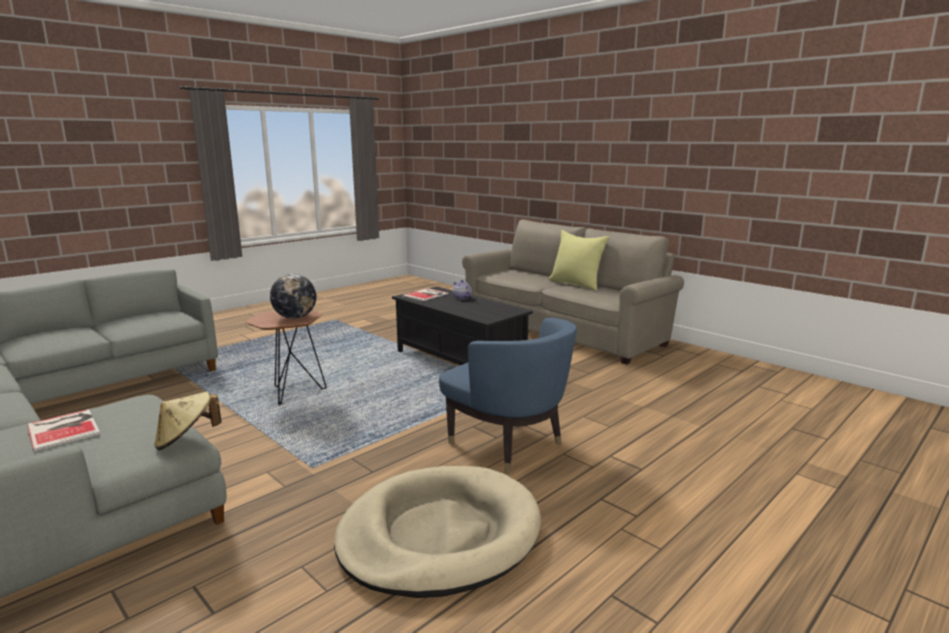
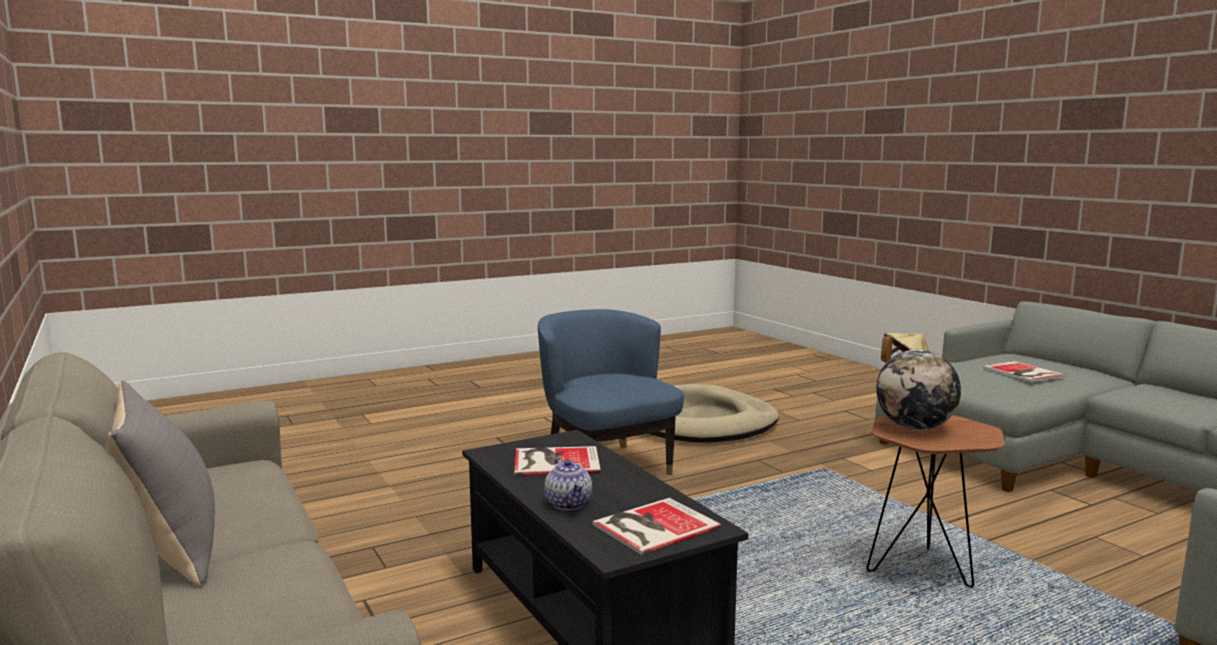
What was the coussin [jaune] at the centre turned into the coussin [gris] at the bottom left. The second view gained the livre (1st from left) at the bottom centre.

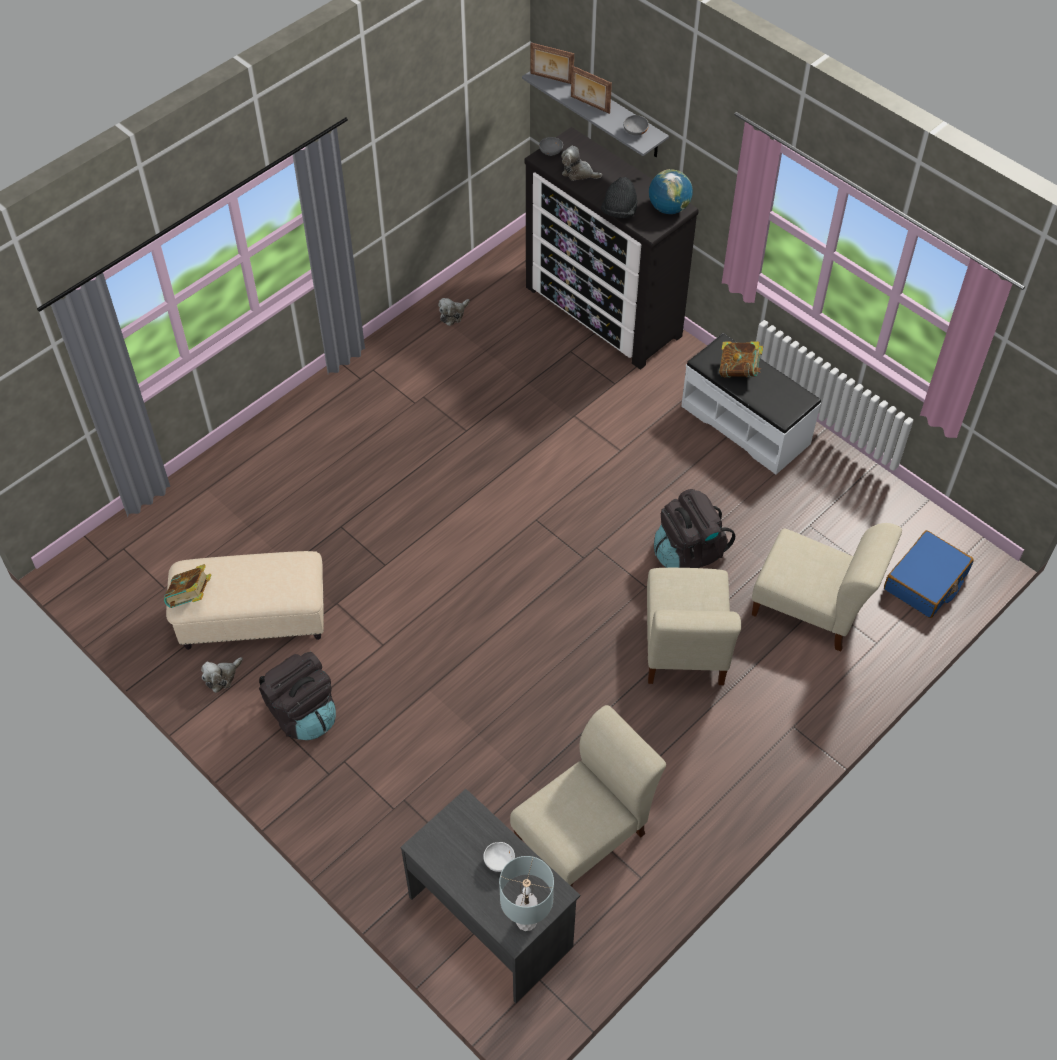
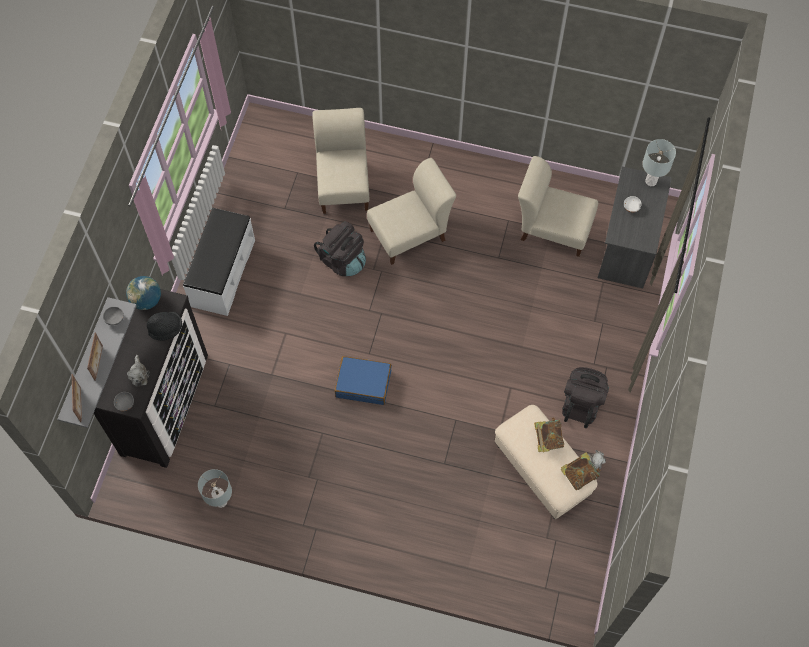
Where the peluche (2nd from left) stood at the top centre, the lampe de table [gris] (1st from left) came to stand at the bottom left. The livre (2nd from left in the first image) ended up elsewhere, having gone from the middle right to the bottom right. The valise [bleu] ended up elsewhere, having gone from the middle right to the centre.

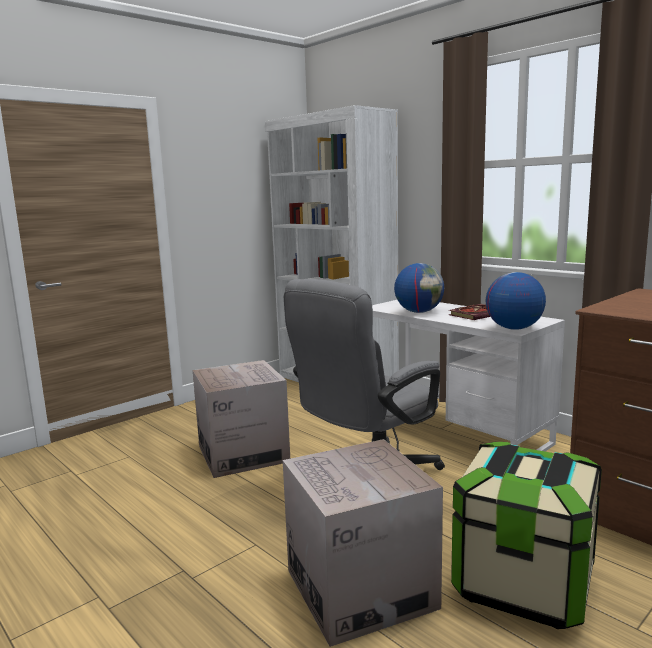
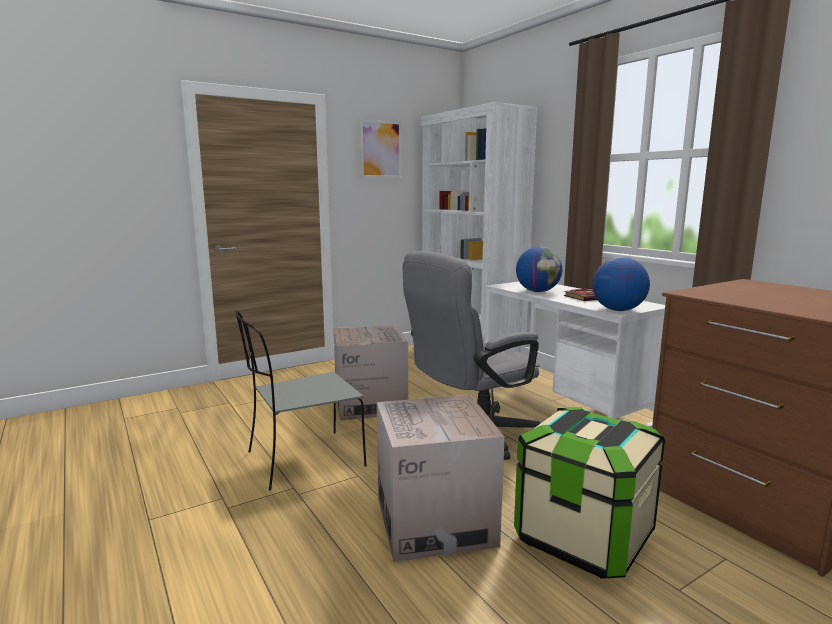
The second view gained the chaise [gris] at the centre. The second view gained the tableau at the top centre.

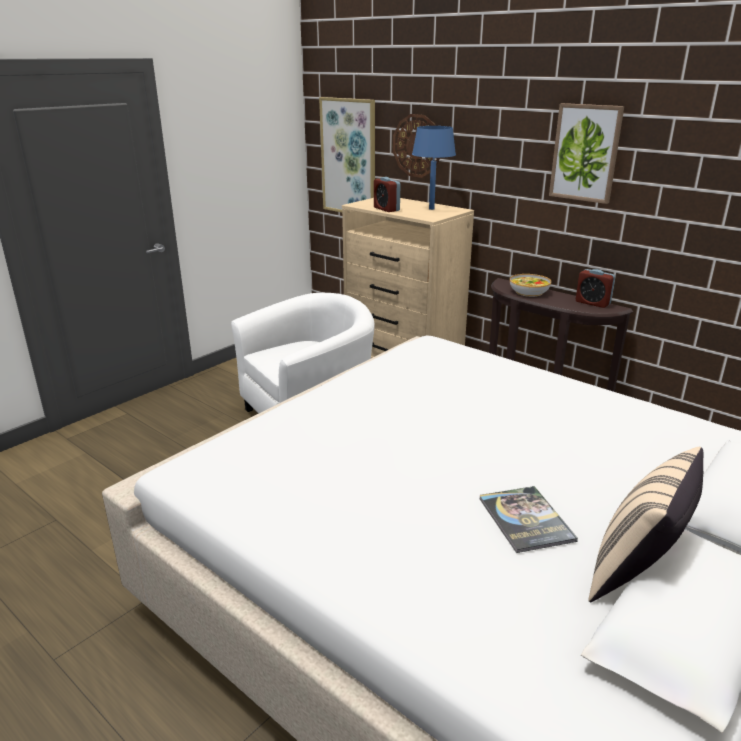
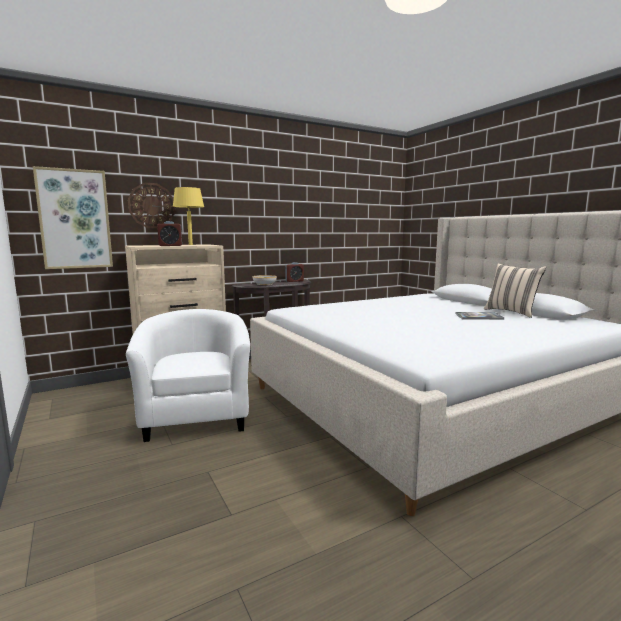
What was the lampe de table [bleu] at the top centre turned into the lampe de table [jaune] at the middle left. The second view lost the tableau (2nd from left) at the top right.

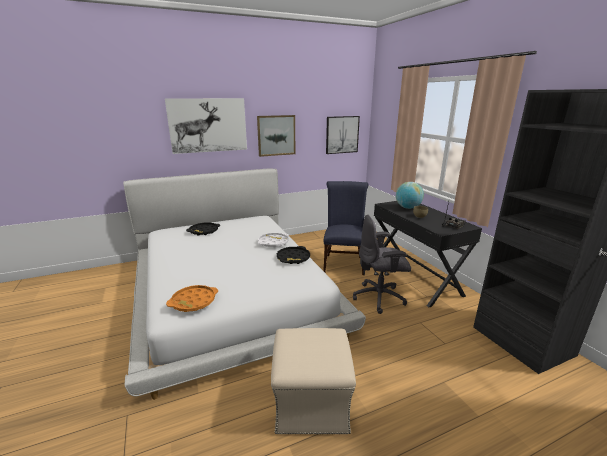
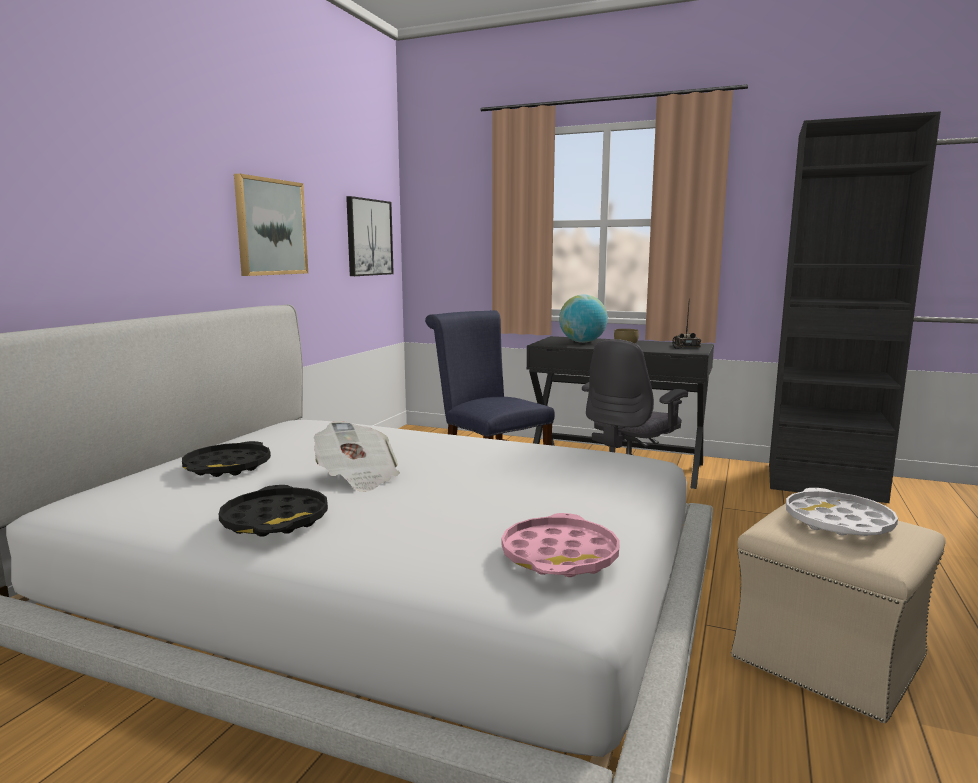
The second view lost the tableau (1st from left) at the top centre. What was the plateau [orange] at the middle left turned into the plateau [rose] at the bottom centre. The plateau [blanc] ended up elsewhere, having gone from the centre to the middle right. The plateau [noir] (2nd from left) ended up elsewhere, having gone from the centre to the middle left. The second view gained the journal at the centre.

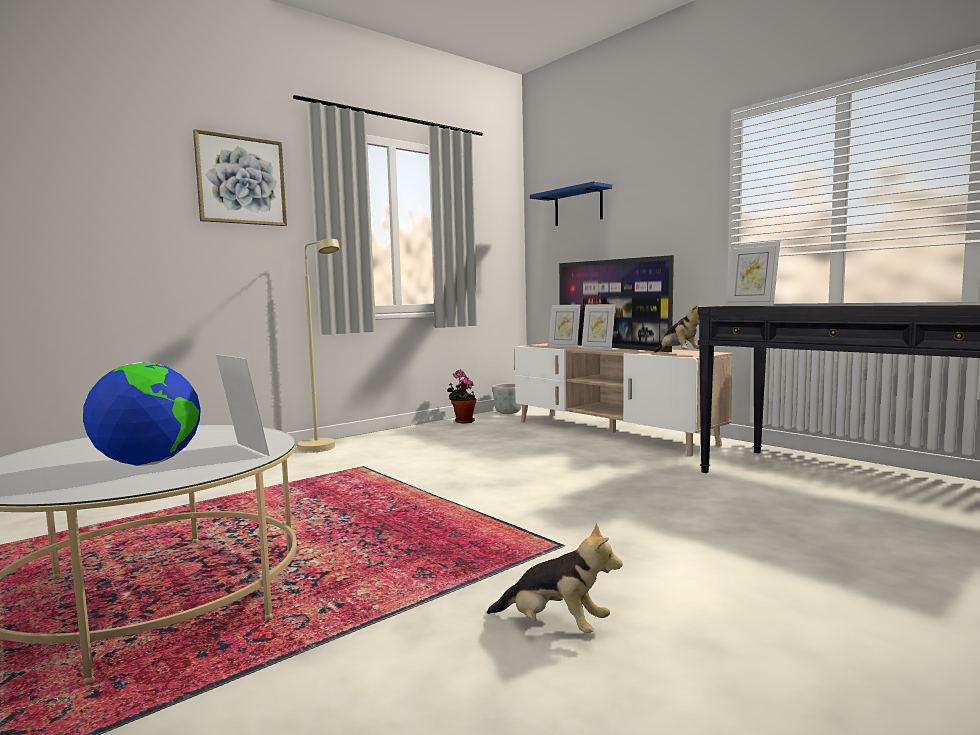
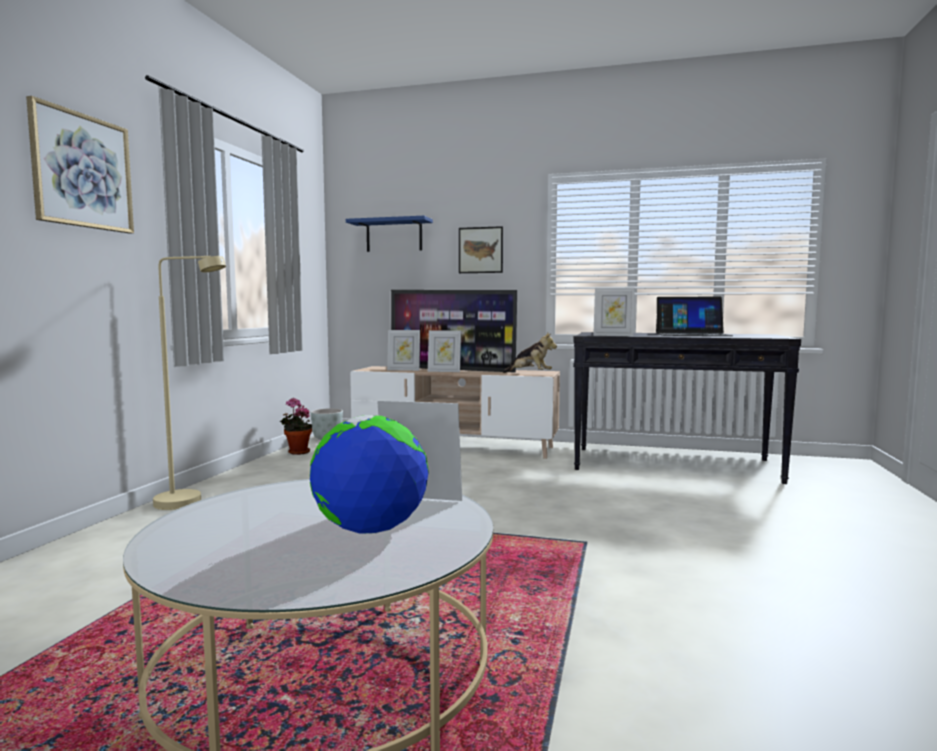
The second view lost the peluche (1st from left) at the bottom centre. The second view gained the tableau (2nd from left) at the top centre. The second view gained the ordinateur portable at the middle right.

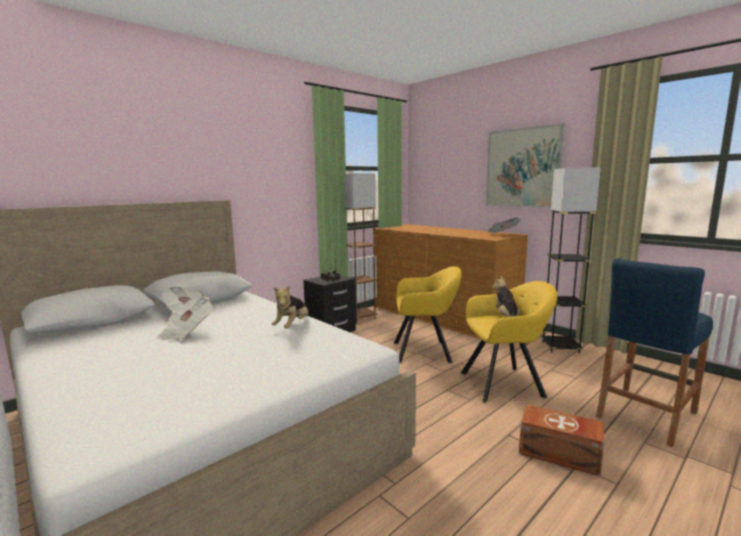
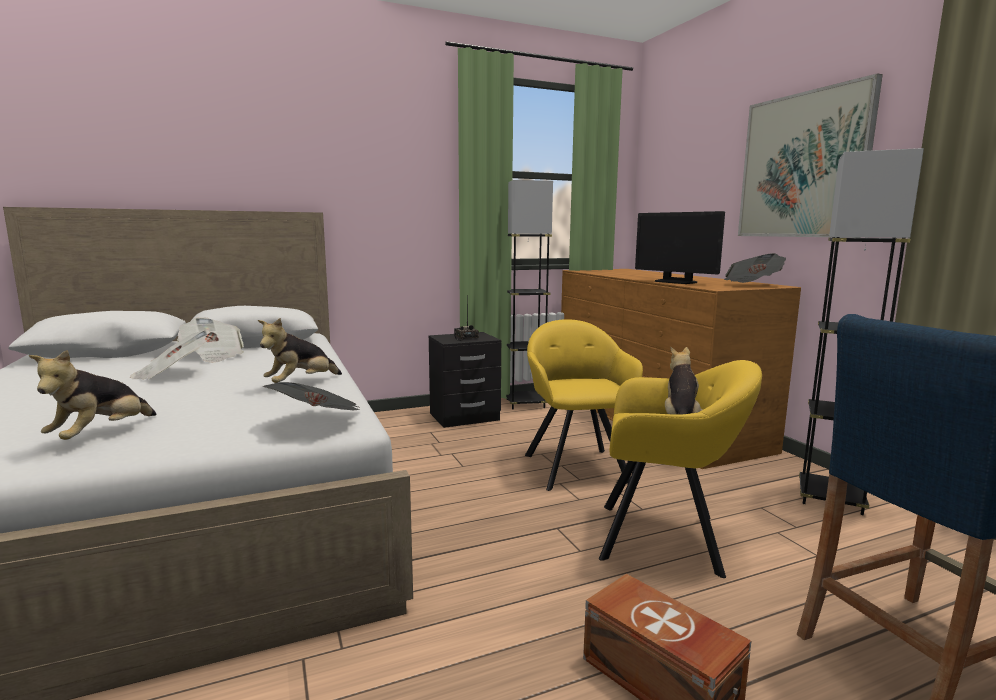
What was the lampadaire [marron] at the centre turned into the lampadaire [gris] (1st from left) at the centre. The fauteuil [jaune] (1st from left) at the centre ended up facing another way, 120 degrees counterclockwise from before. The second view gained the peluche (1st from left) at the middle left. The second view gained the journal (3rd from left) at the middle left. The second view gained the écran d'ordinateur at the middle right.

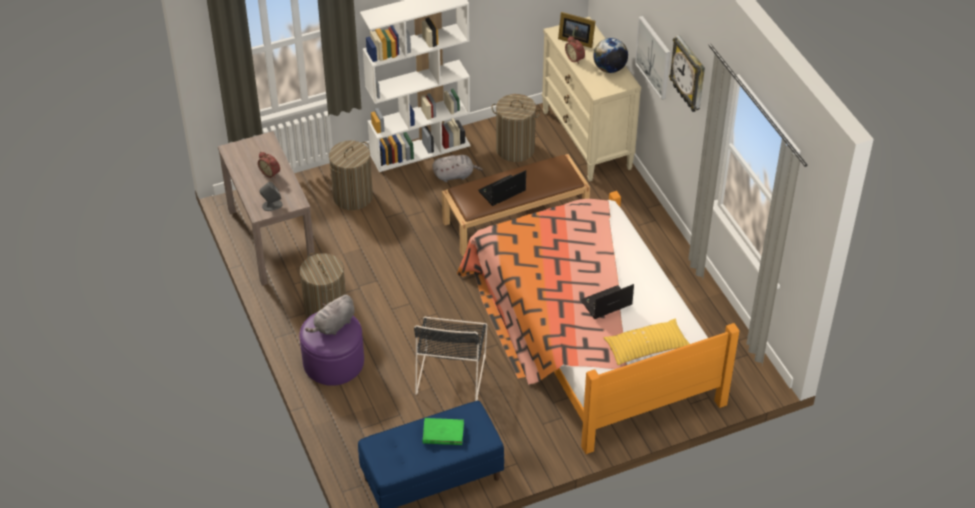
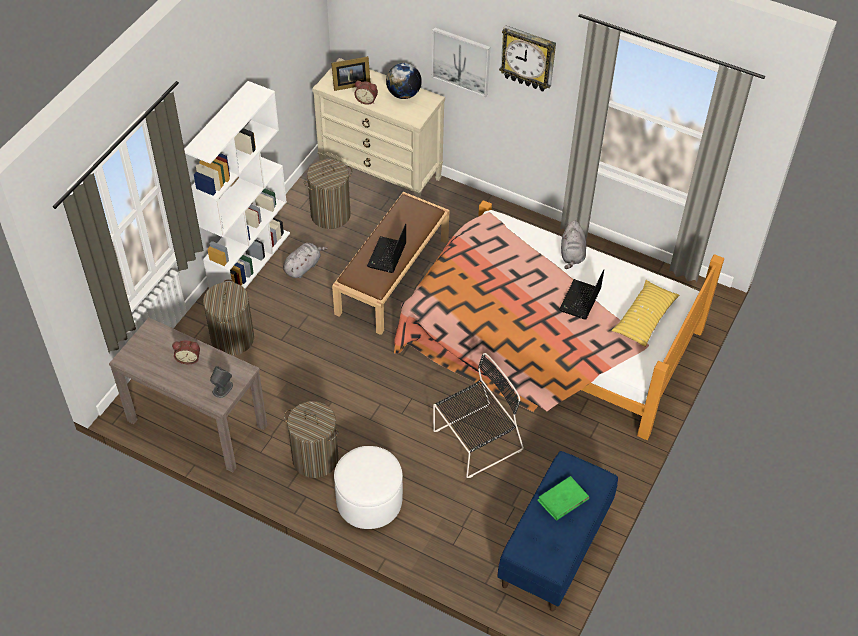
What was the pouf [violet] at the bottom centre turned into the pouf [blanc] at the bottom centre. The peluche [gris] (1st from left in the first image) ended up elsewhere, having gone from the centre to the middle right. The chaise [noir] at the bottom centre ended up facing another way, 90 degrees counterclockwise from before.

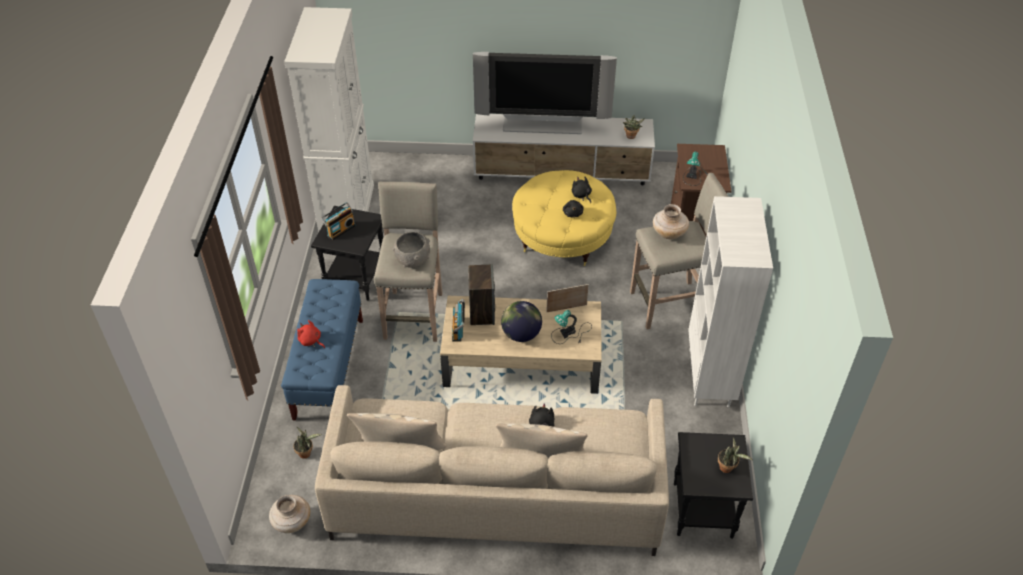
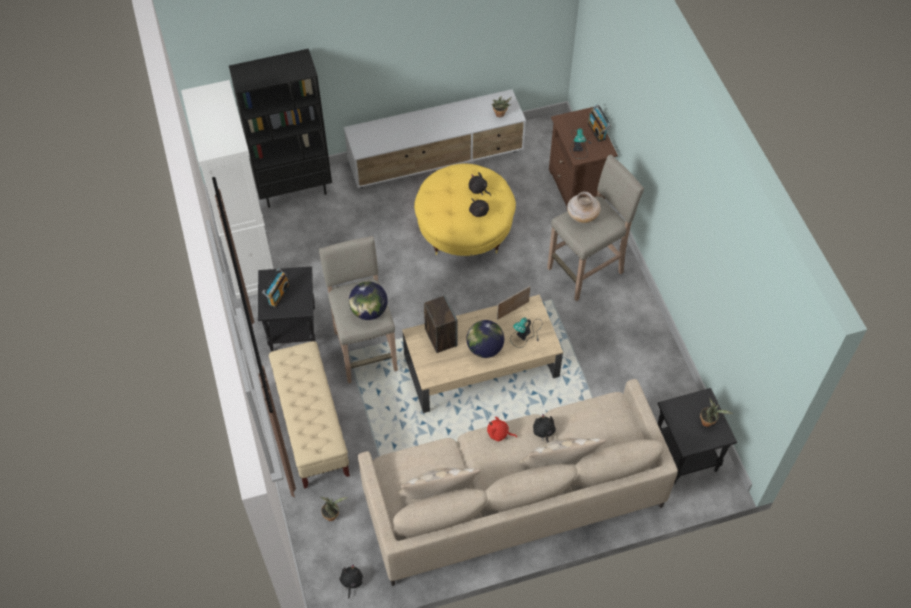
Where the vase [beige] (1st from left) stood at the bottom left, the peluche [noir] (1st from left) came to stand at the bottom centre. What was the banc [bleu] at the middle left turned into the banc [beige] at the bottom centre. The peluche [rouge] ended up elsewhere, having gone from the middle left to the bottom centre. Where the bol [gris] stood at the centre, the globe (1st from left) came to stand at the centre. The radio (2nd from left) ended up elsewhere, having gone from the centre to the top centre. The second view lost the téléviseur at the top centre. The second view lost the bibliothèque [blanc] at the middle right. The second view gained the bibliothèque [noir] at the top left.

